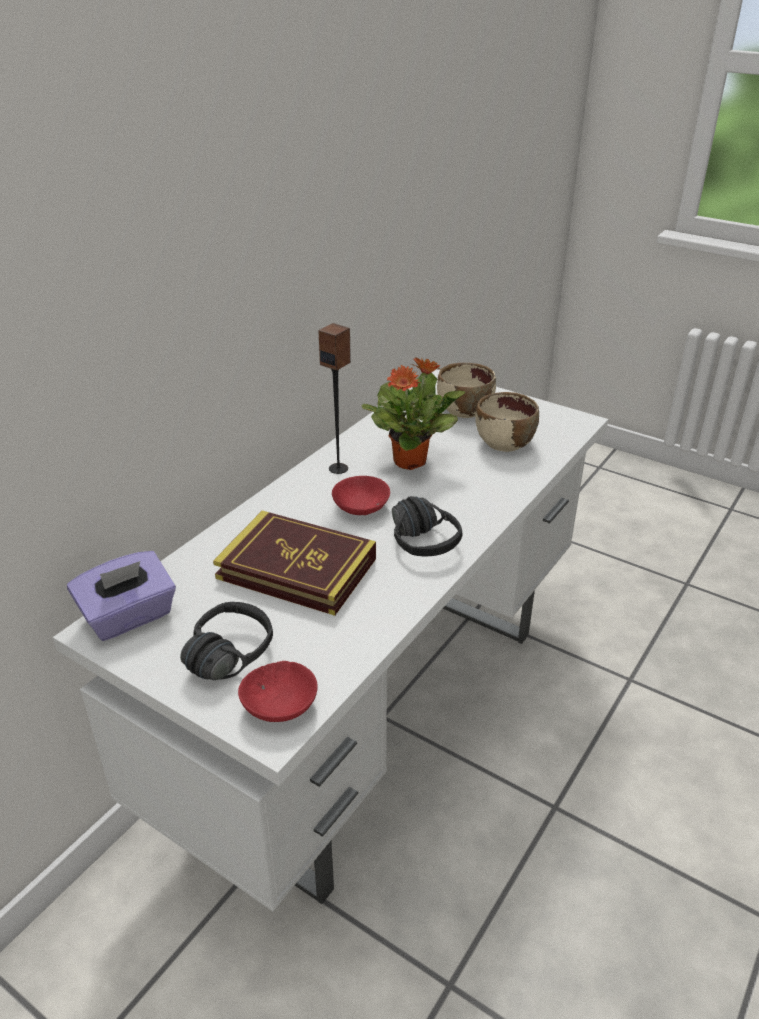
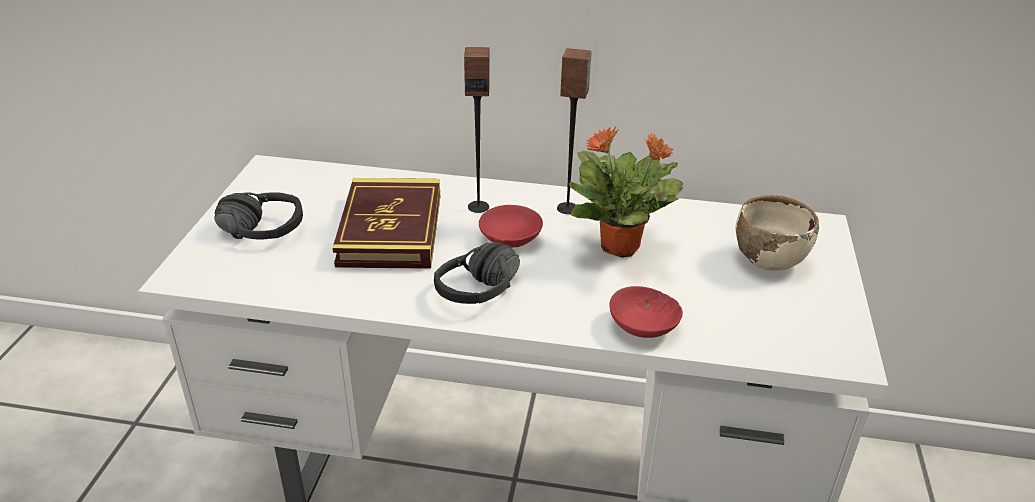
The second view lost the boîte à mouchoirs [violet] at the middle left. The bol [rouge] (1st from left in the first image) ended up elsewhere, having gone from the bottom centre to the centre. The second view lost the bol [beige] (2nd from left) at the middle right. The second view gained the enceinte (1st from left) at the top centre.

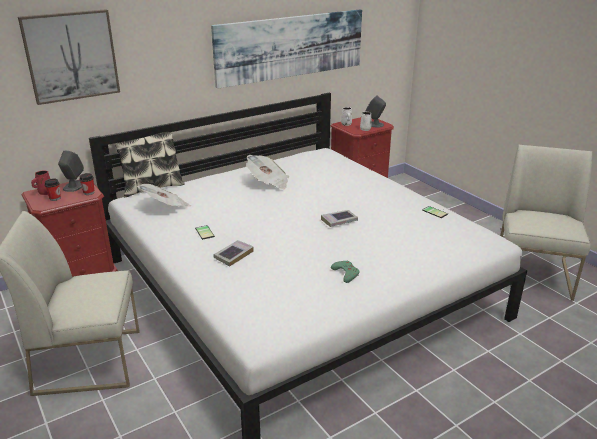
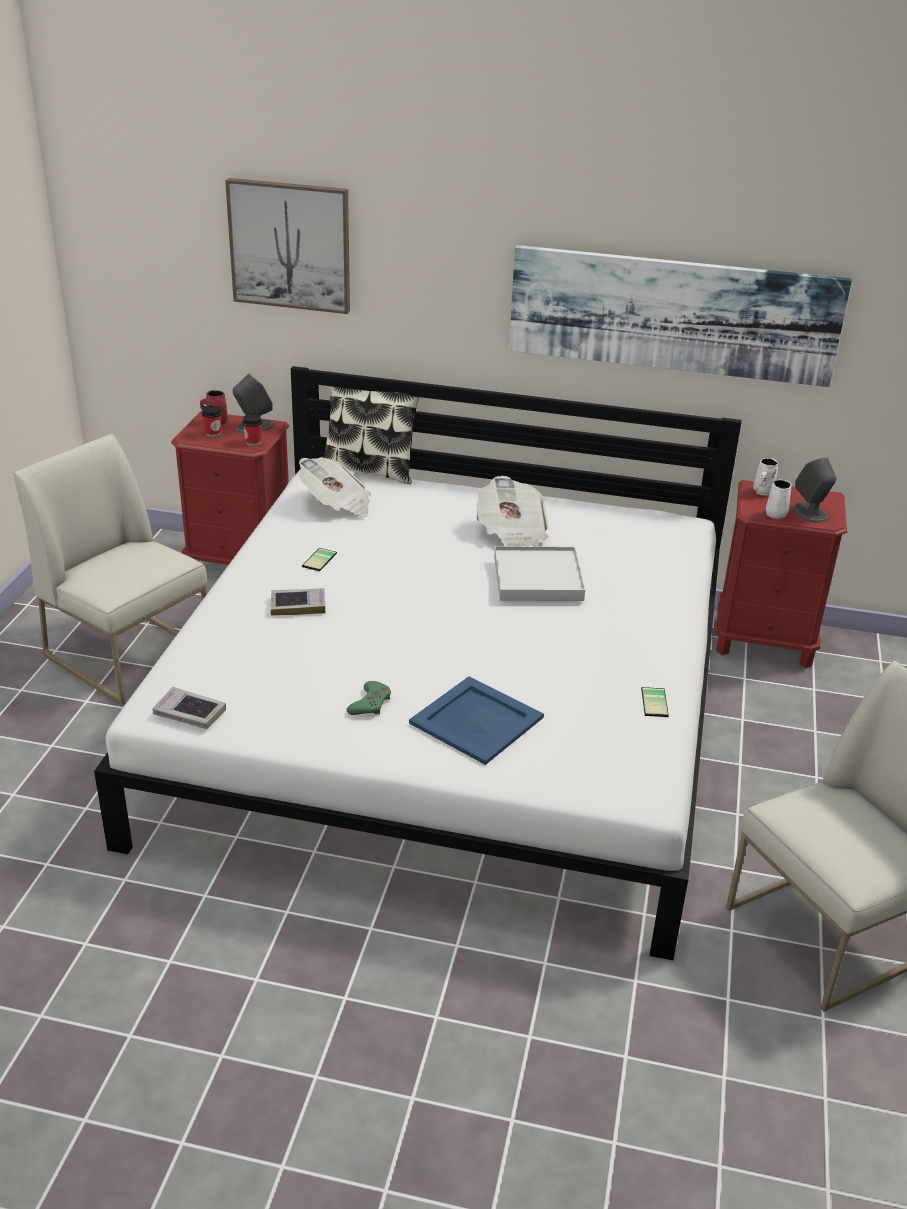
The livre (2nd from left in the first image) ended up elsewhere, having gone from the centre to the middle left. The second view gained the plateau [bleu] at the centre. The second view gained the plateau [blanc] at the centre.

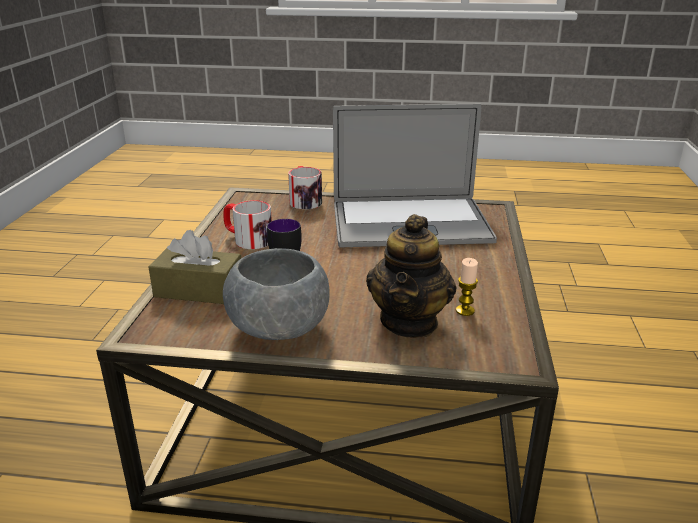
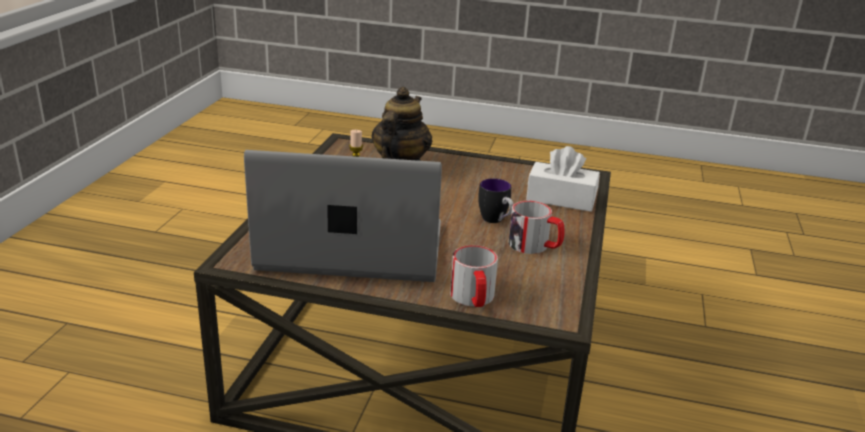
What was the boîte à mouchoirs [marron] at the middle left turned into the boîte à mouchoirs [blanc] at the centre. The second view lost the bol [gris] at the centre.

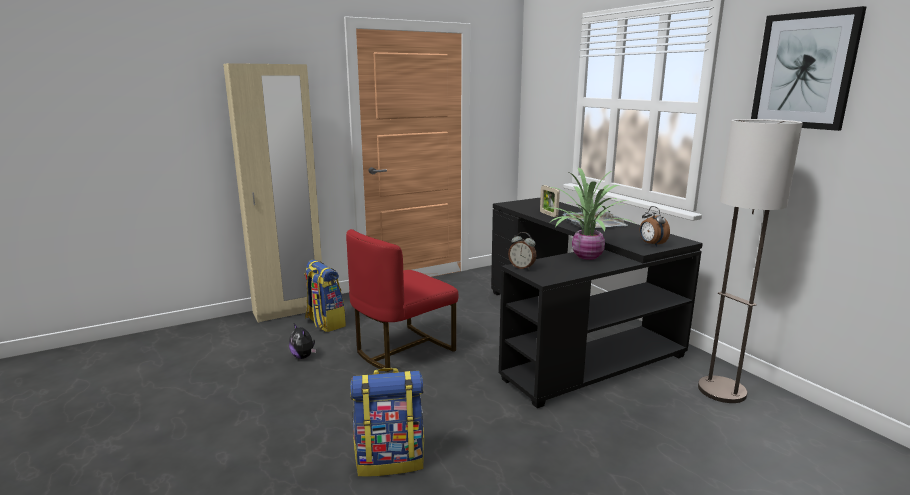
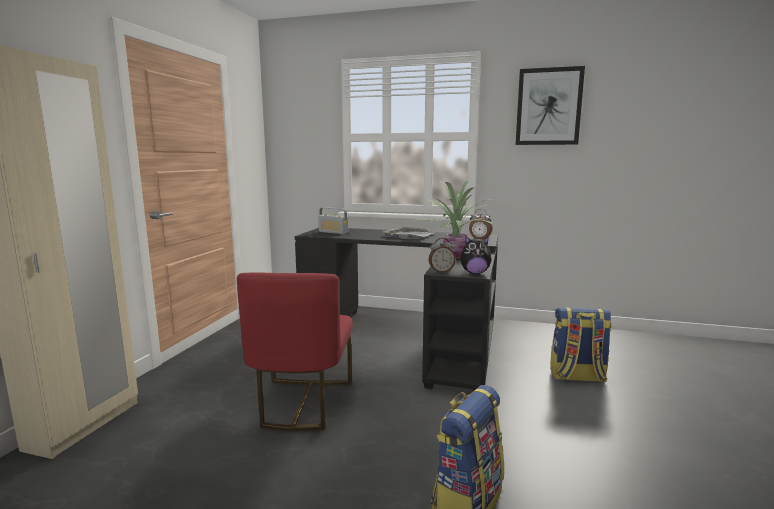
The peluche ended up elsewhere, having gone from the bottom left to the centre. The sac à dos (1st from left in the first image) ended up elsewhere, having gone from the centre to the bottom right. The second view lost the cadre photo at the centre. The second view lost the lampadaire at the middle right. The second view gained the radio at the centre.

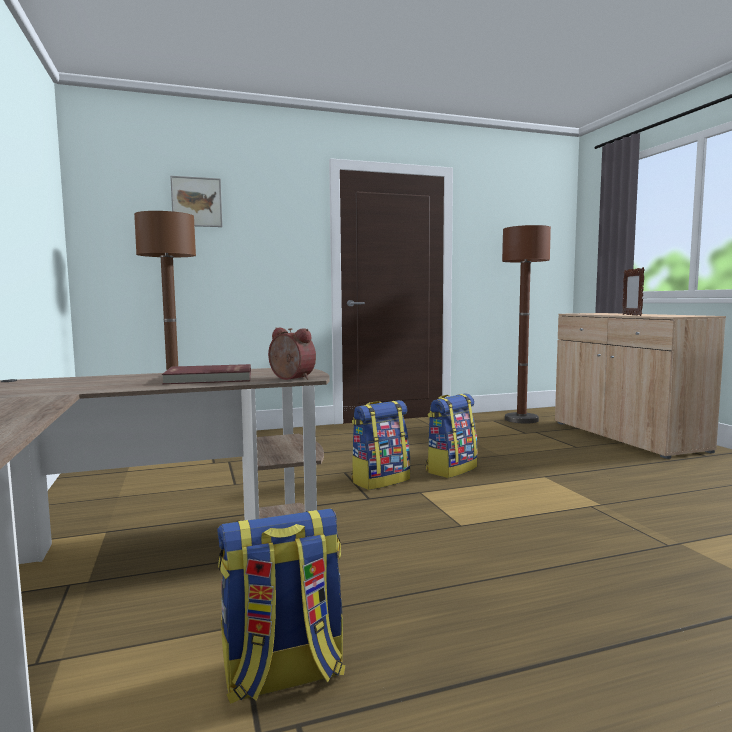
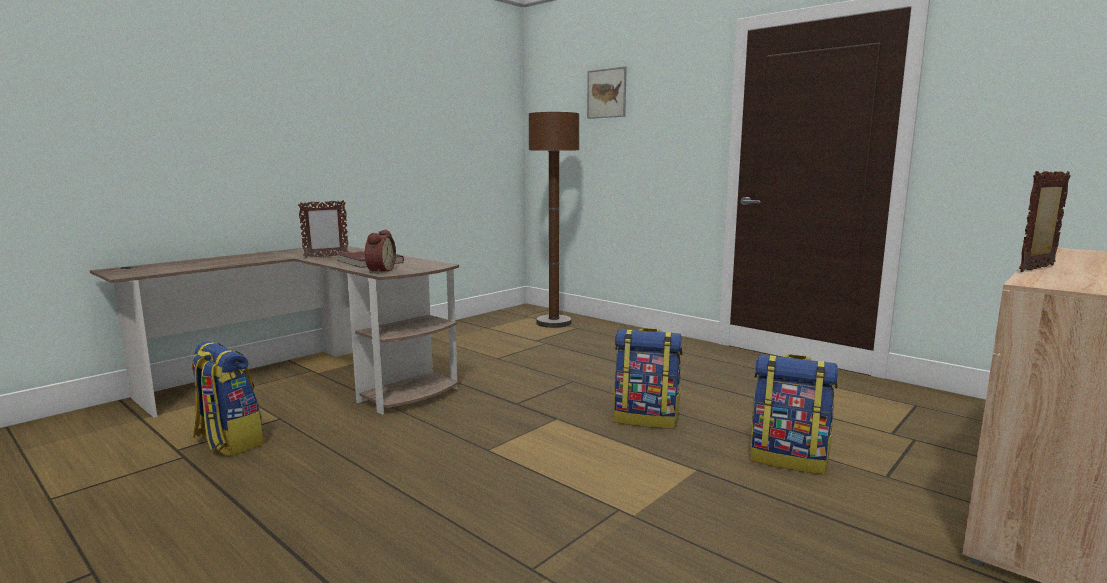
The sac à dos (2nd from left in the first image) ended up elsewhere, having gone from the centre to the bottom right. The second view lost the lampadaire [marron] (2nd from left) at the middle right. The second view gained the cadre photo (1st from left) at the middle left.

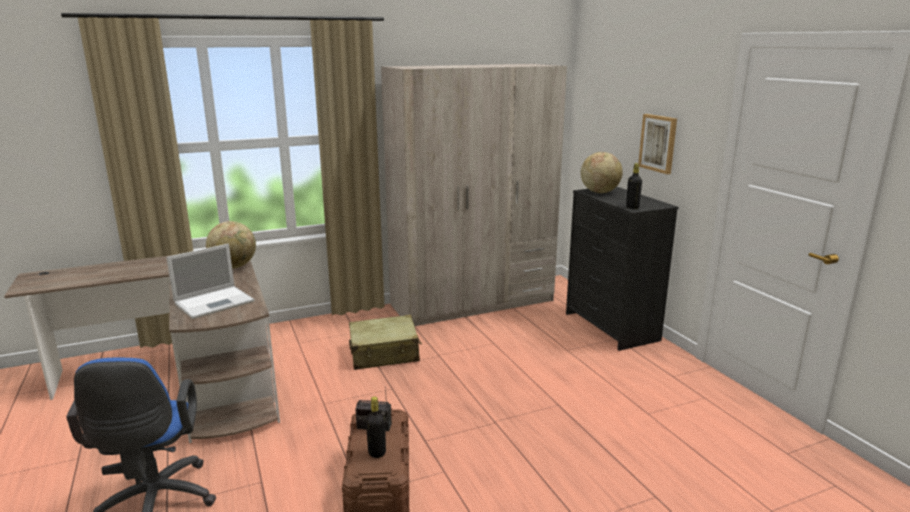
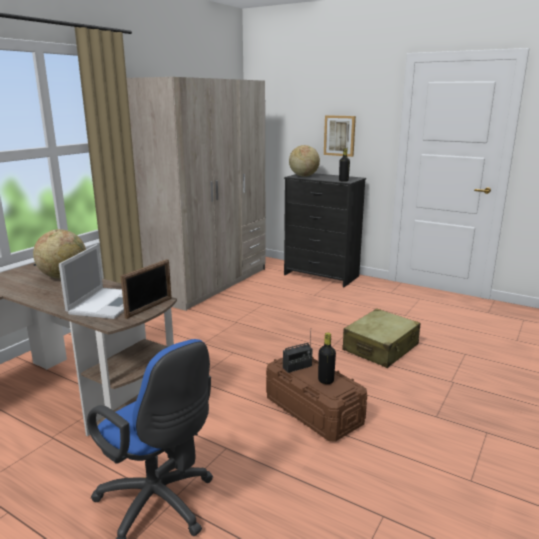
The valise [beige] ended up elsewhere, having gone from the bottom centre to the middle right. The second view gained the cadre photo at the middle left.

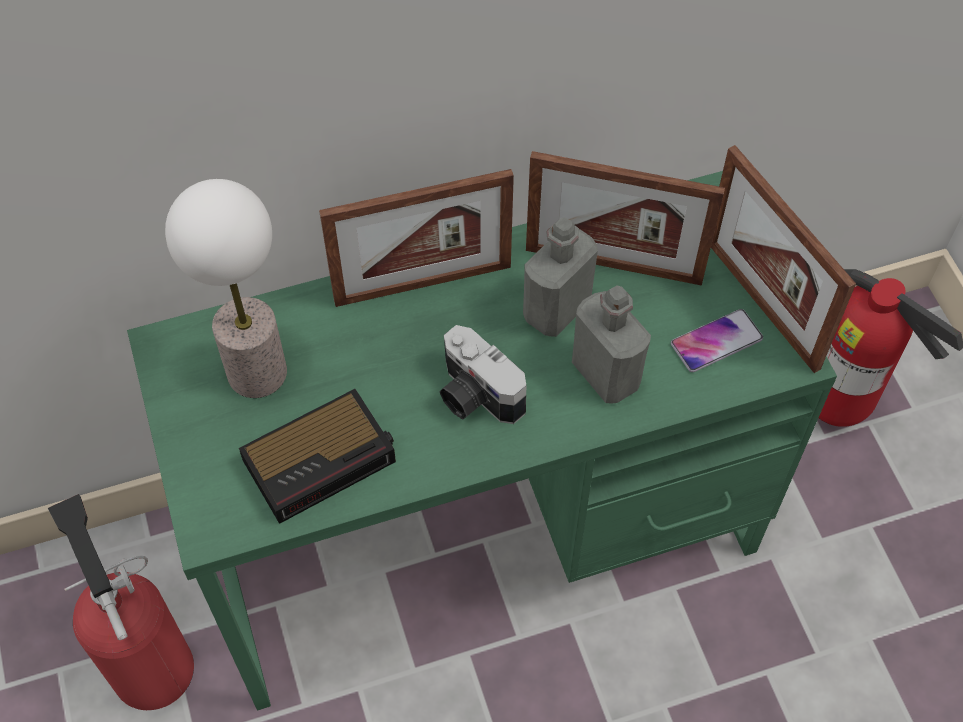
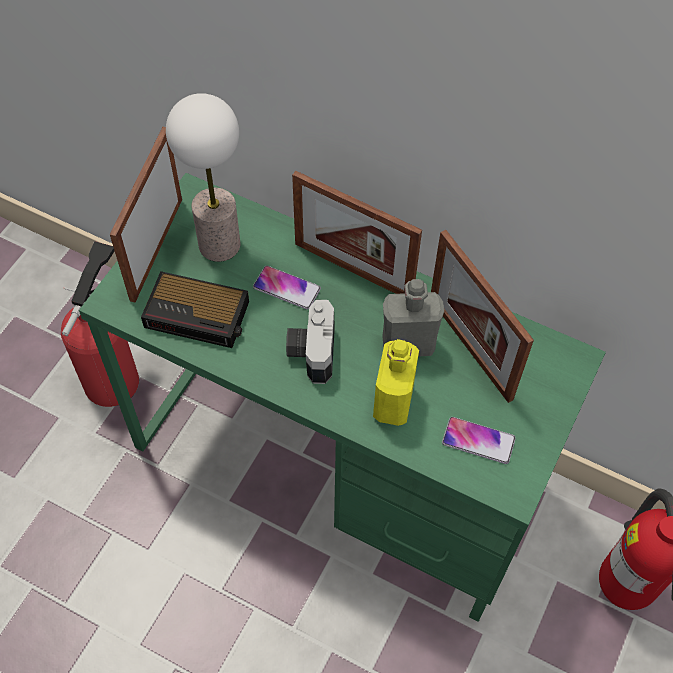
What was the bouteille [gris] (2nd from left) at the centre turned into the bouteille [jaune] at the centre. The cadre photo (3rd from left in the first image) ended up elsewhere, having gone from the middle right to the top left. The second view gained the téléphone (1st from left) at the centre.

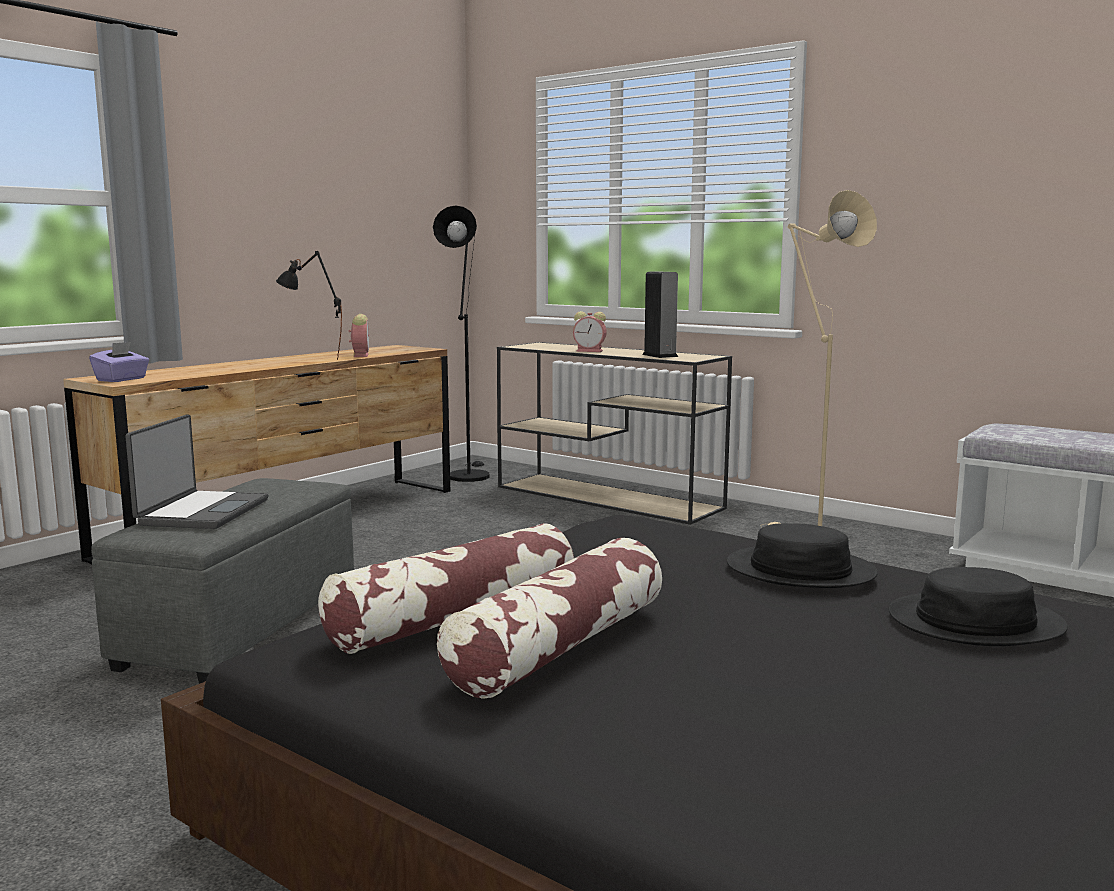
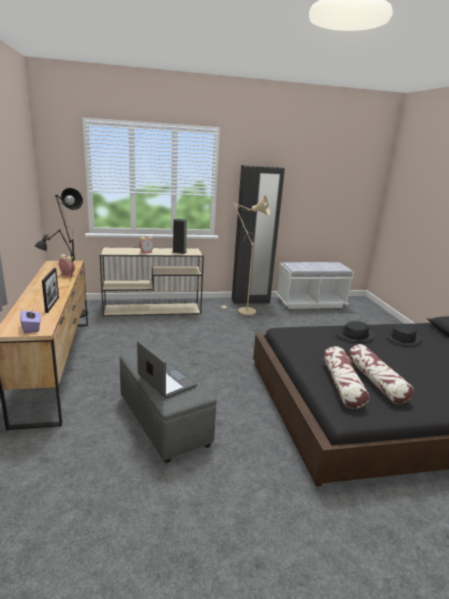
The second view gained the cadre photo at the middle left. The second view gained the armoire [noir] at the centre.

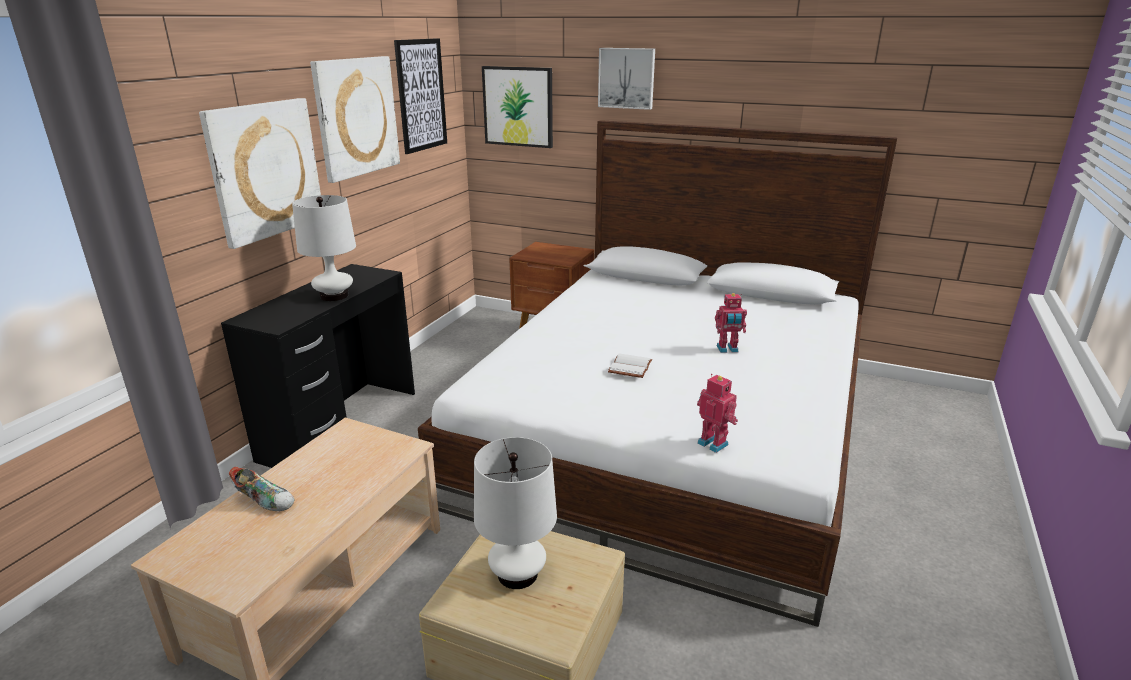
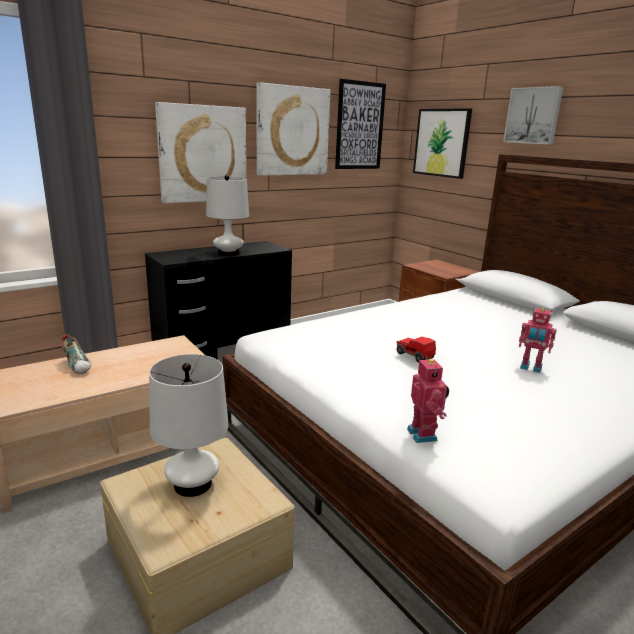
Where the livre [blanc] stood at the centre, the petite voiture came to stand at the centre.

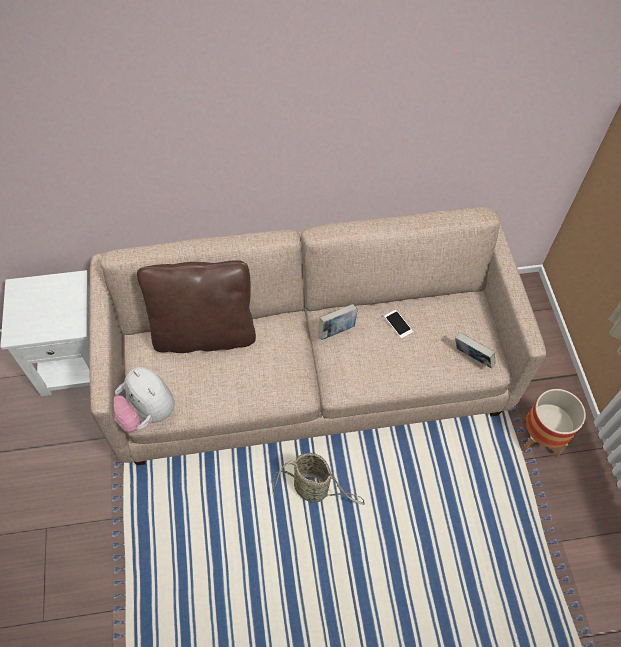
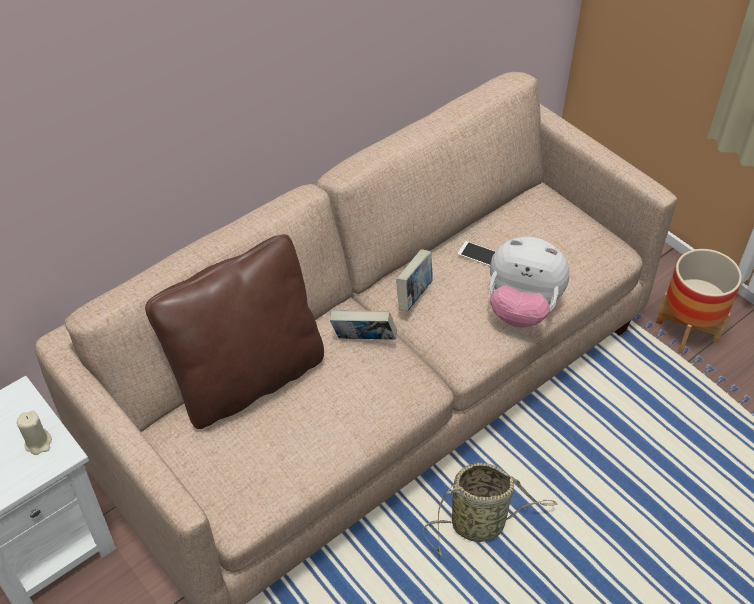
The peluche ended up elsewhere, having gone from the middle left to the middle right. The livre (2nd from left in the first image) ended up elsewhere, having gone from the middle right to the centre. The second view gained the bougie [beige] at the bottom left.

